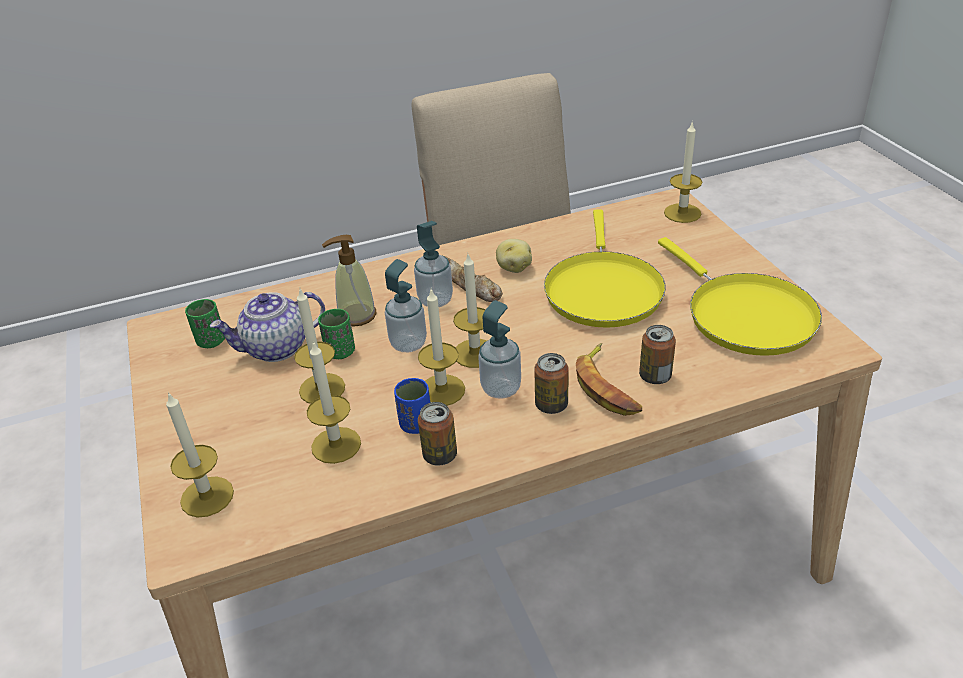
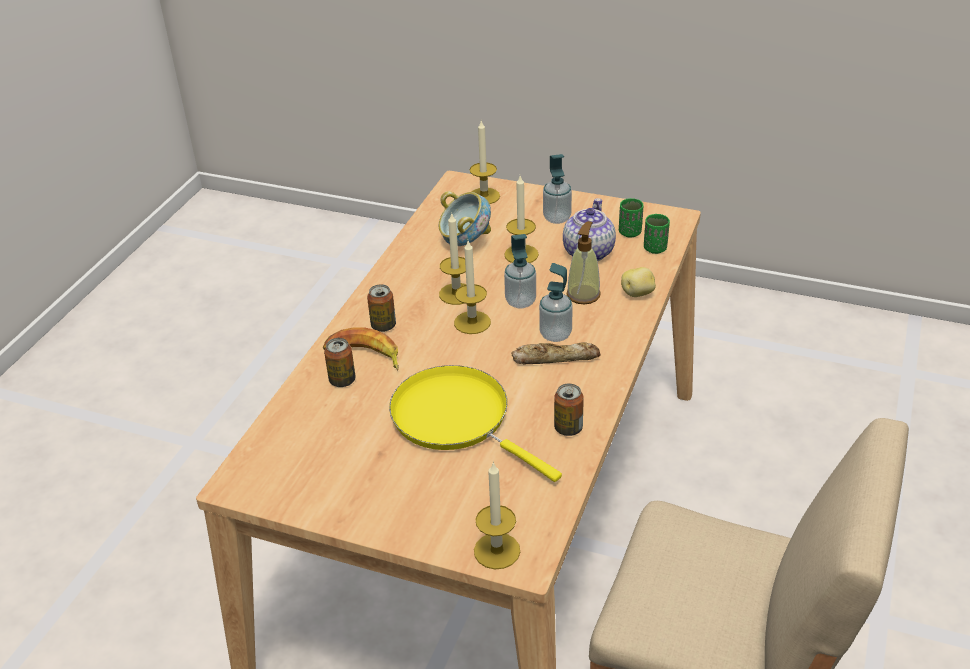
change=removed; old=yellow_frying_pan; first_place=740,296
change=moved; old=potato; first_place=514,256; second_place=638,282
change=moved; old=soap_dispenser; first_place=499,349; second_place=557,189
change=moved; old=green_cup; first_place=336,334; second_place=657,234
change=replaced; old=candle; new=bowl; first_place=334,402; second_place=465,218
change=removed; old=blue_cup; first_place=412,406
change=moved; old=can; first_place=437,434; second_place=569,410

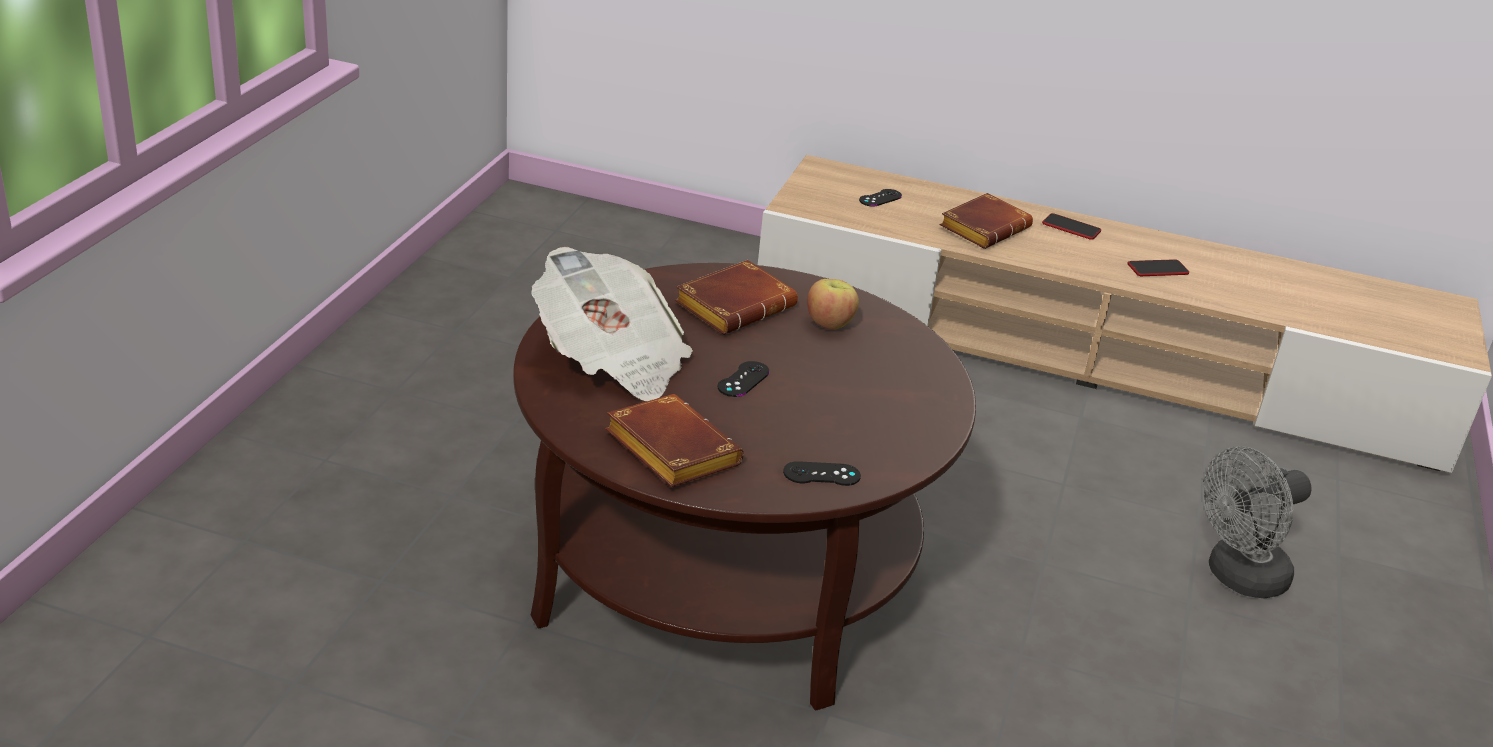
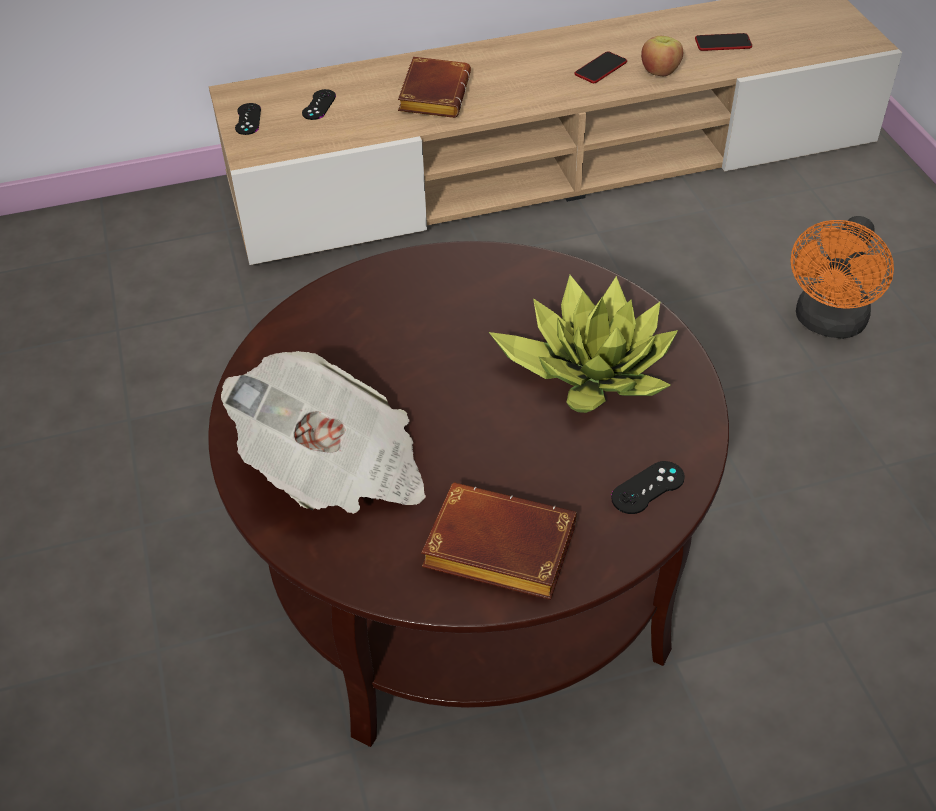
change=moved; old=phone; first_place=1071,226; second_place=723,42
change=removed; old=brown_book; first_place=736,297
change=moved; old=apple; first_place=833,304; second_place=662,56
change=moved; old=black_game_controller; first_place=743,379; second_place=248,119
change=recoloured; old=grey_fan; new=orange_fan; first_place=1257,522; second_place=842,277
change=added; new=potted_plant; second_place=583,344

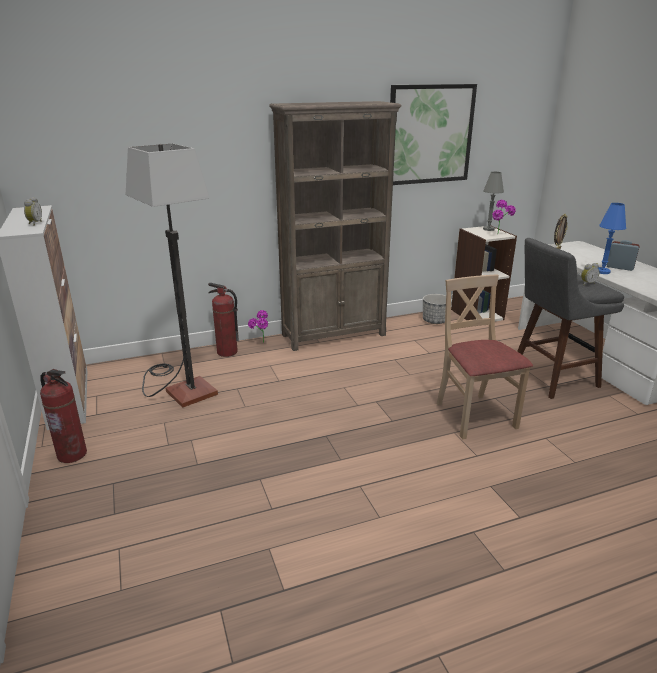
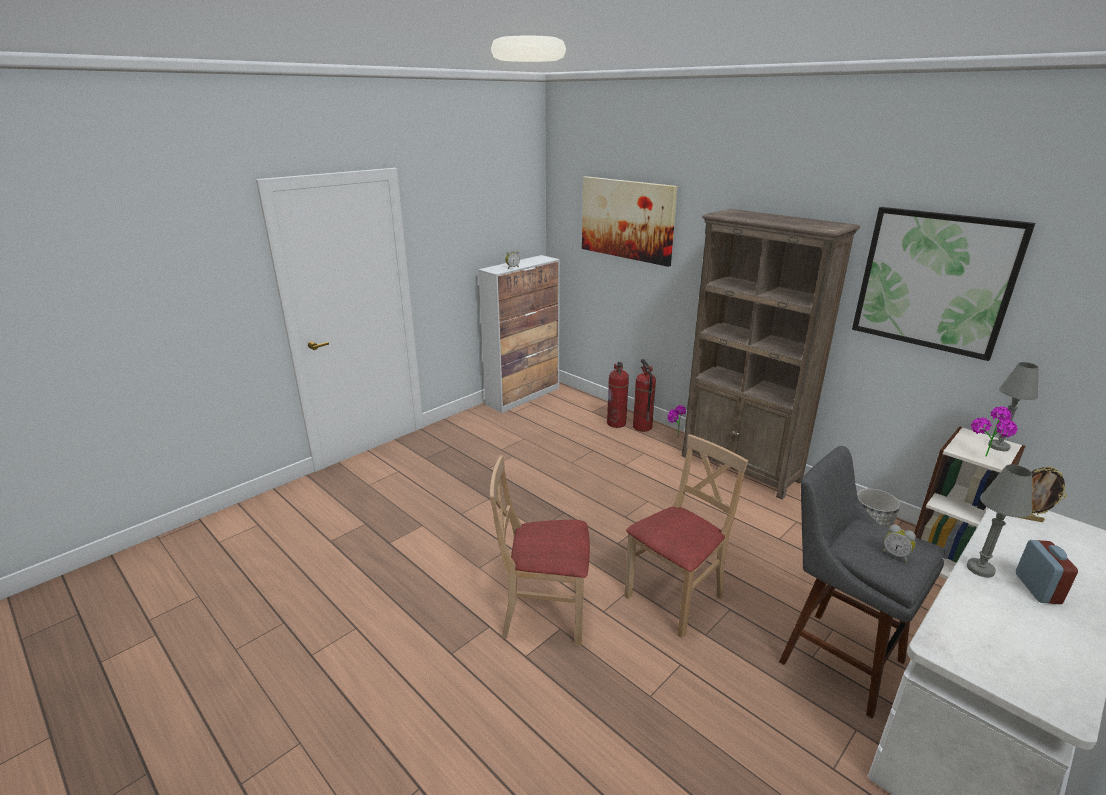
change=removed; old=floor_lamp; first_place=172,275
change=recoloured; old=blue_table_lamp; new=grey_table_lamp; first_place=612,238; second_place=999,521
change=moved; old=fire_extinguisher; first_place=63,416; second_place=618,395
change=added; new=picture; second_place=630,221
change=added; new=beige_chair; second_place=540,550

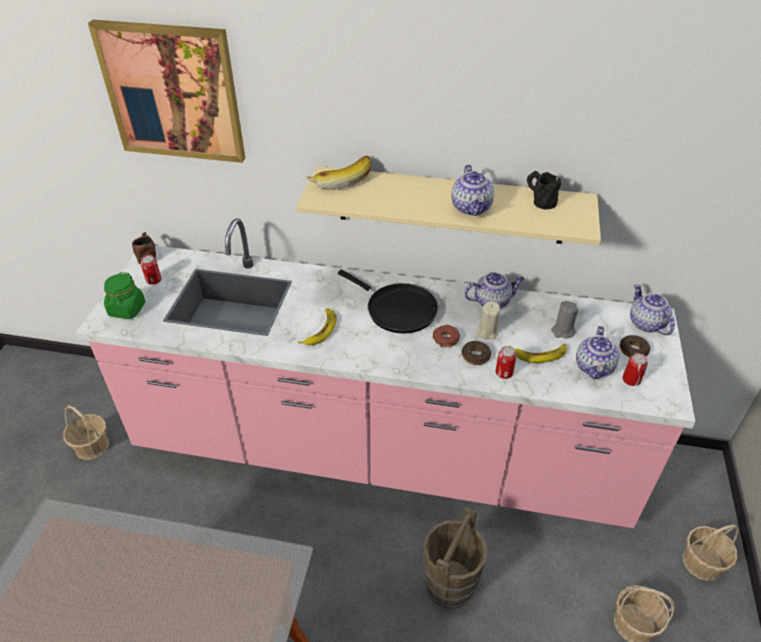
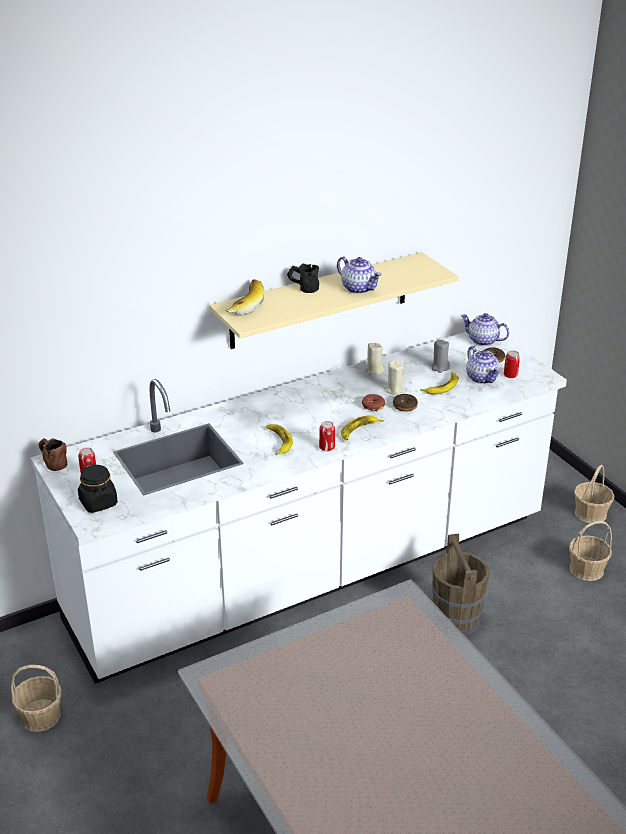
change=removed; old=picture; first_place=166,91
change=moved; old=black_mug; first_place=544,189; second_place=303,278
change=recoloured; old=pink_counter; new=white_counter; first_place=385,373; second_place=298,508
change=removed; old=black_frying_pan; first_place=388,302
change=recoloured; old=green_jar; new=black_jar; first_place=124,295; second_place=98,488
change=replaced; old=teapot; new=beige_candle; first_place=494,290; second_place=374,359
change=moved; old=can; first_place=506,362; second_place=327,436
change=added; new=banana; second_place=362,428

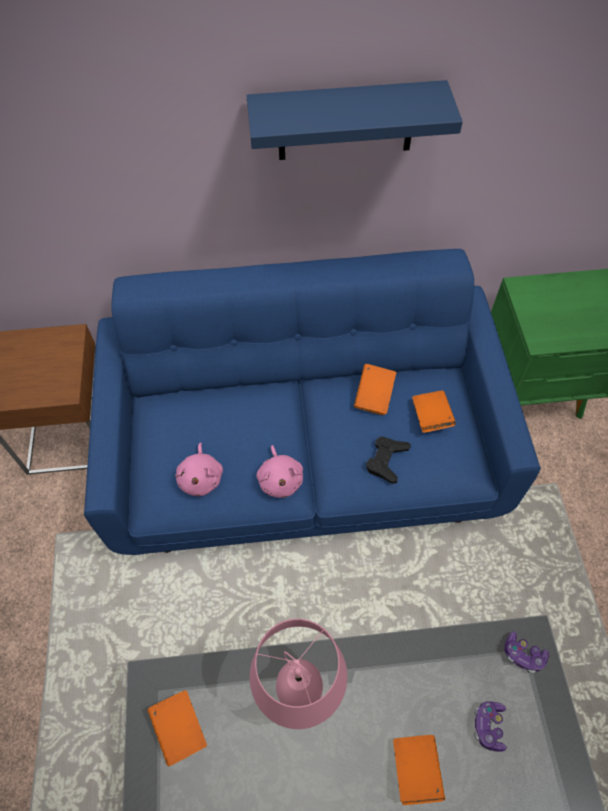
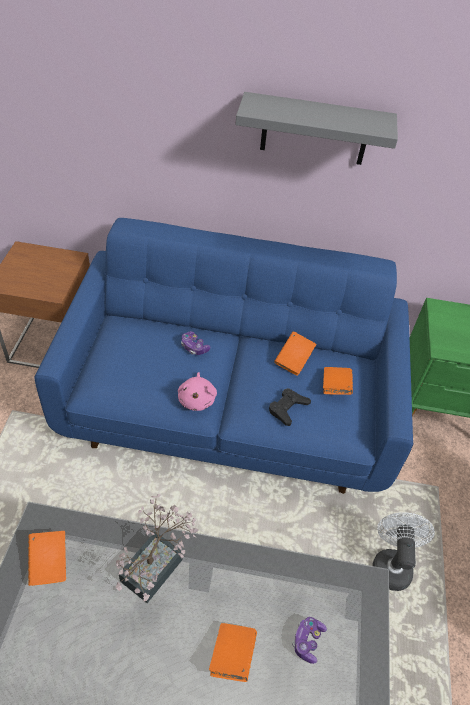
change=recoloured; old=blue_shelf; new=grey_shelf; first_place=355,120; second_place=316,128
change=removed; old=pink_plush_toy; first_place=199,469
change=replaced; old=pink_table_lamp; new=potted_plant; first_place=298,674; second_place=157,548
change=moved; old=game_controller; first_place=526,652; second_place=195,343
change=added; new=white_fan; second_place=403,551

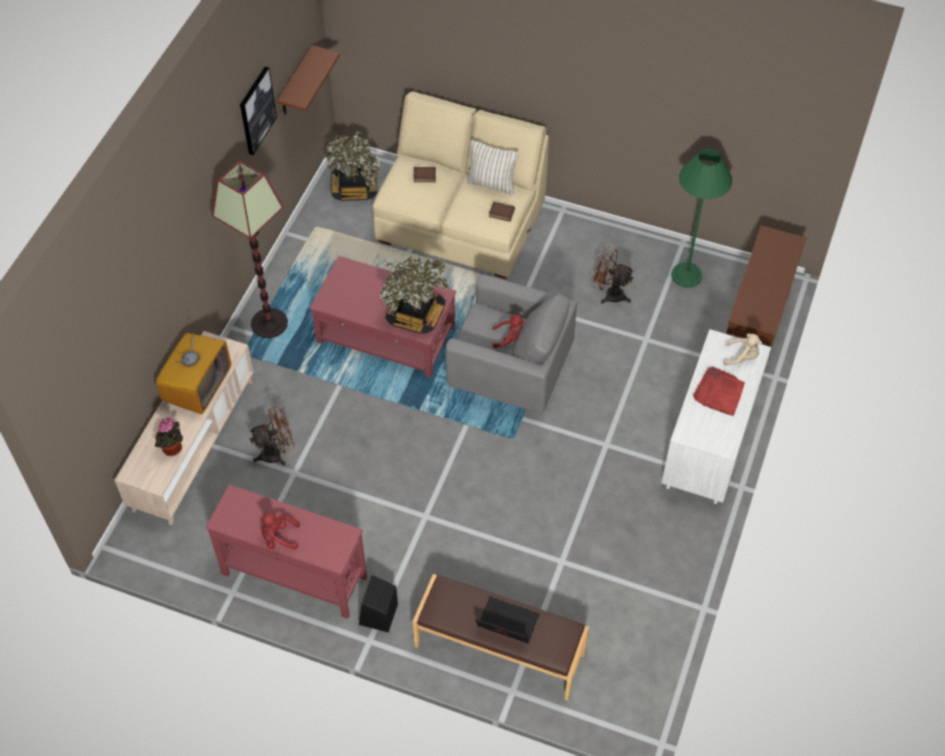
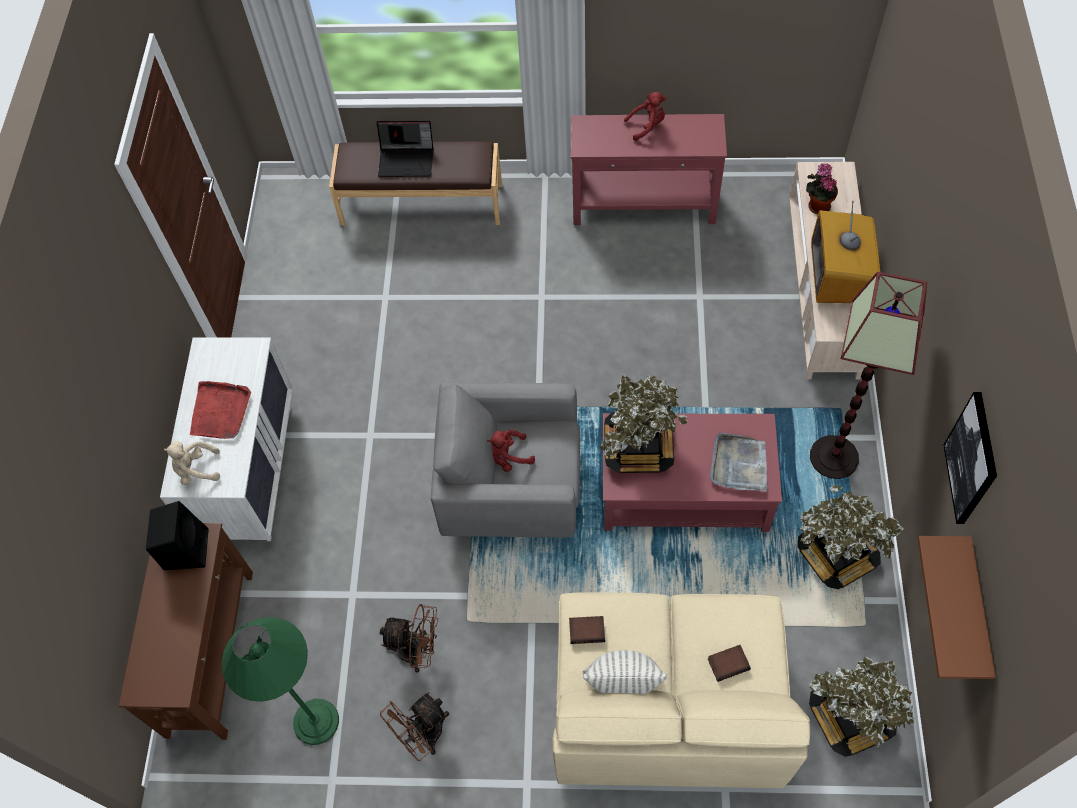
change=moved; old=brown_fan; first_place=272,435; second_place=414,726
change=moved; old=black_speaker; first_place=378,603; second_place=177,535
change=added; new=grey_tray; second_place=738,462
change=added; new=potted_plant; second_place=851,537

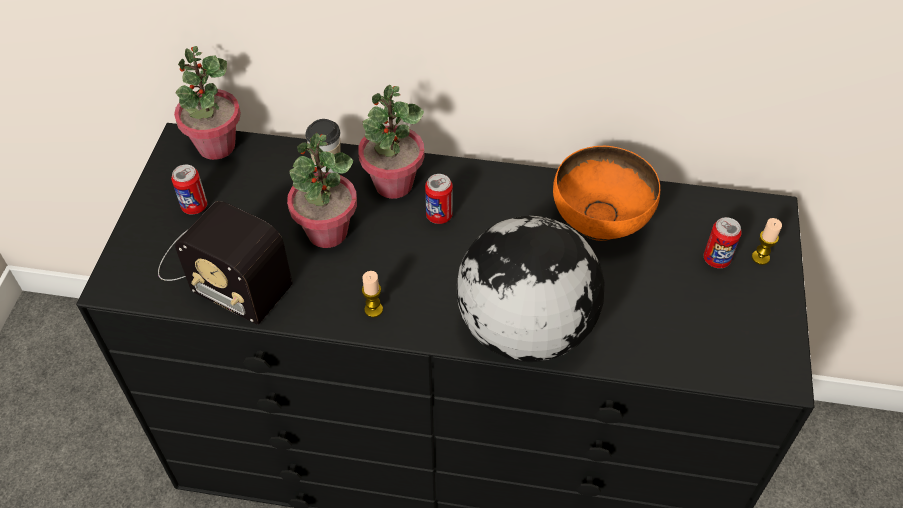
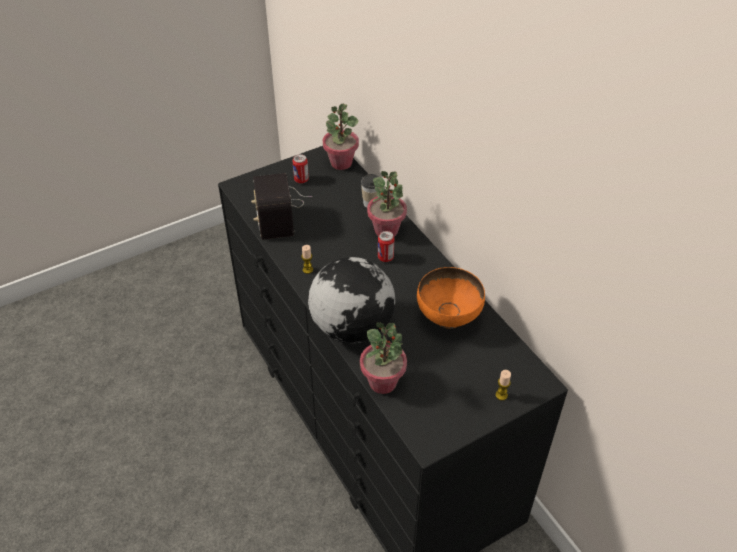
change=moved; old=potted_plant; first_place=322,190; second_place=383,358
change=removed; old=can; first_place=723,242

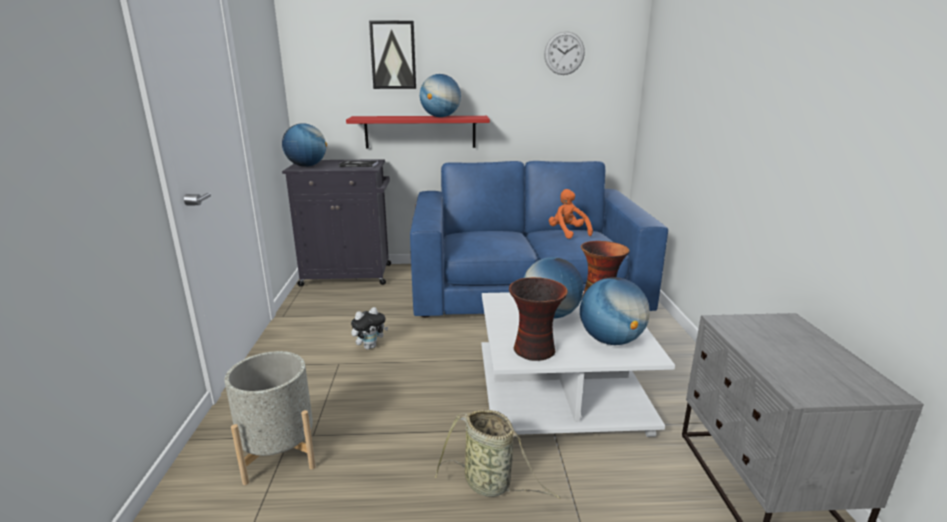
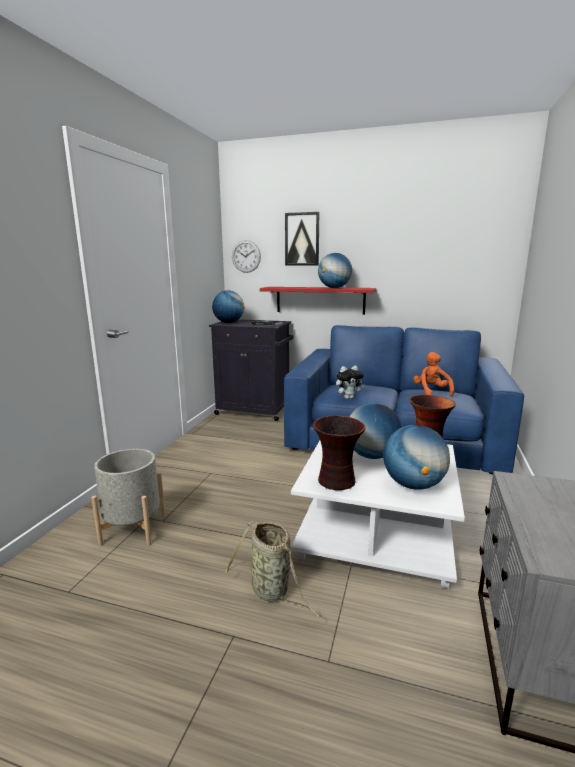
change=moved; old=wall_clock; first_place=564,53; second_place=246,256
change=moved; old=plush_toy; first_place=369,328; second_place=350,382

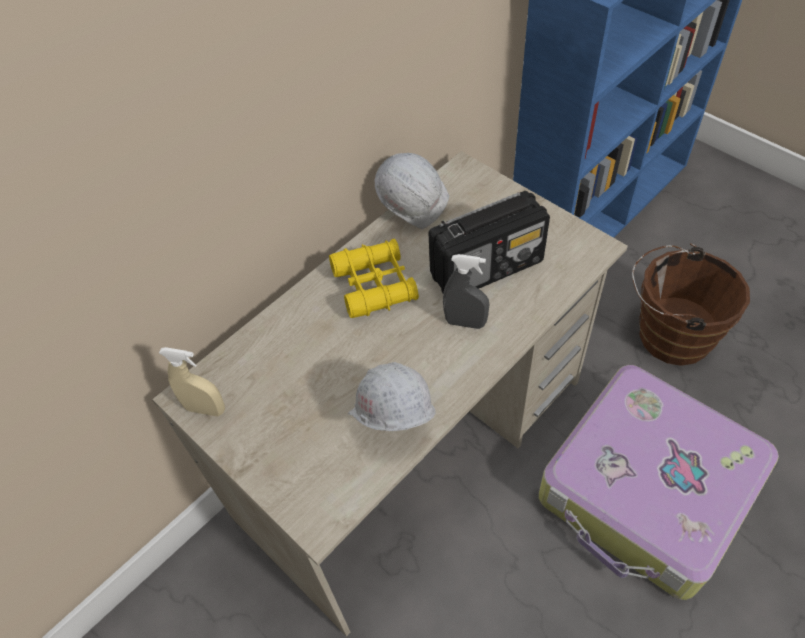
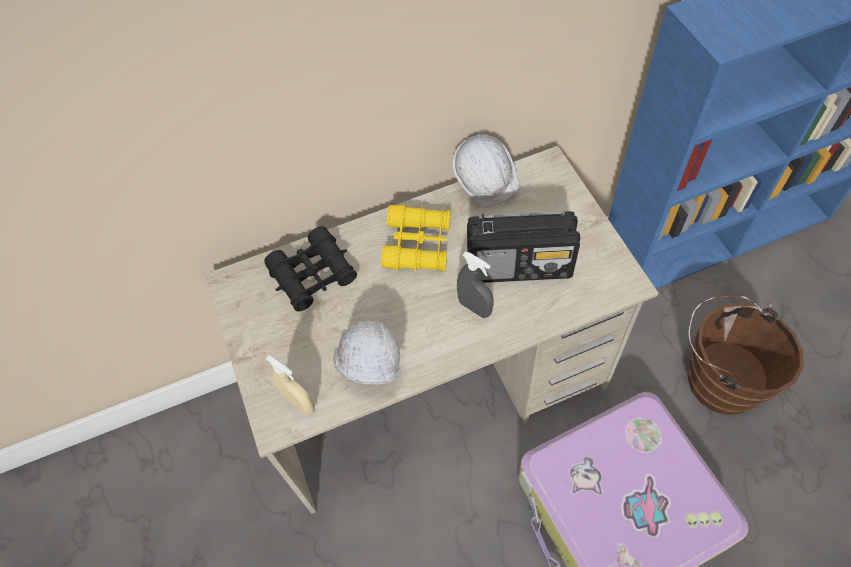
change=moved; old=beige_spray_bottle; first_place=192,381; second_place=290,385
change=added; new=black_binoculars; second_place=310,269

